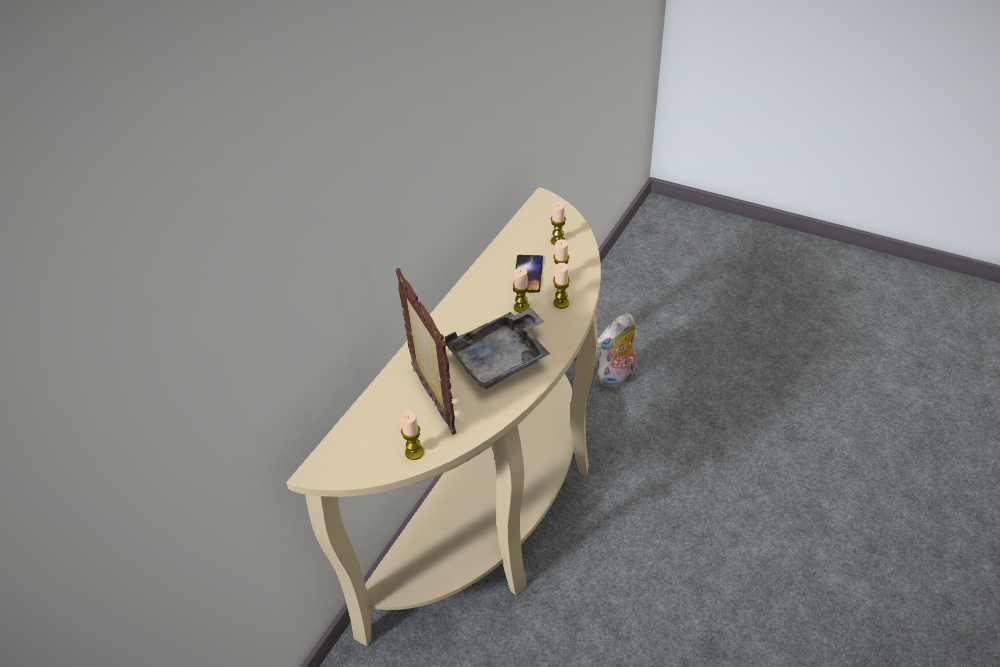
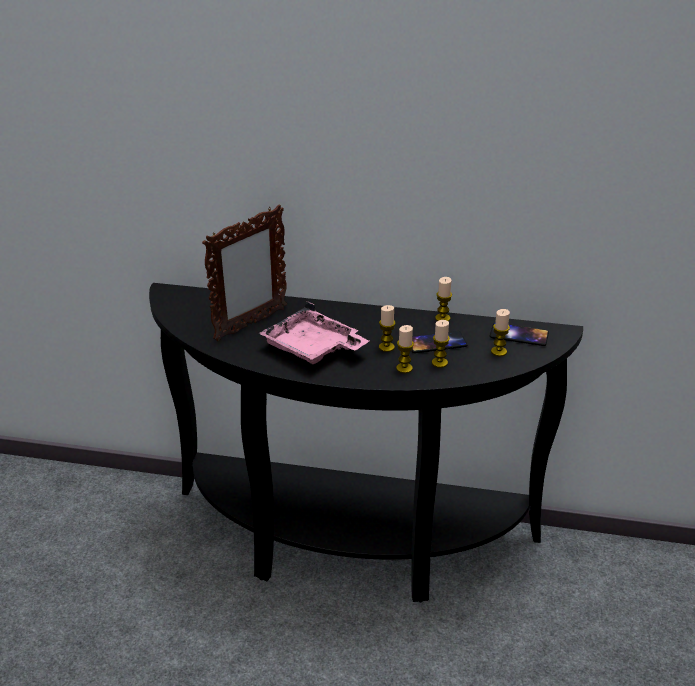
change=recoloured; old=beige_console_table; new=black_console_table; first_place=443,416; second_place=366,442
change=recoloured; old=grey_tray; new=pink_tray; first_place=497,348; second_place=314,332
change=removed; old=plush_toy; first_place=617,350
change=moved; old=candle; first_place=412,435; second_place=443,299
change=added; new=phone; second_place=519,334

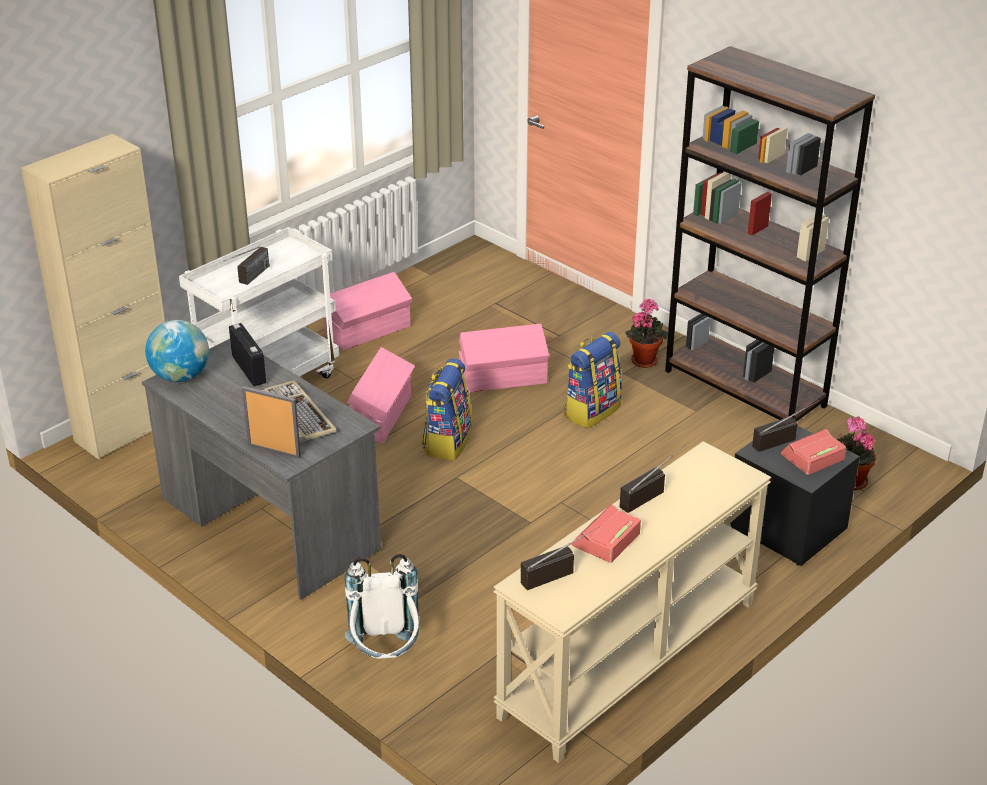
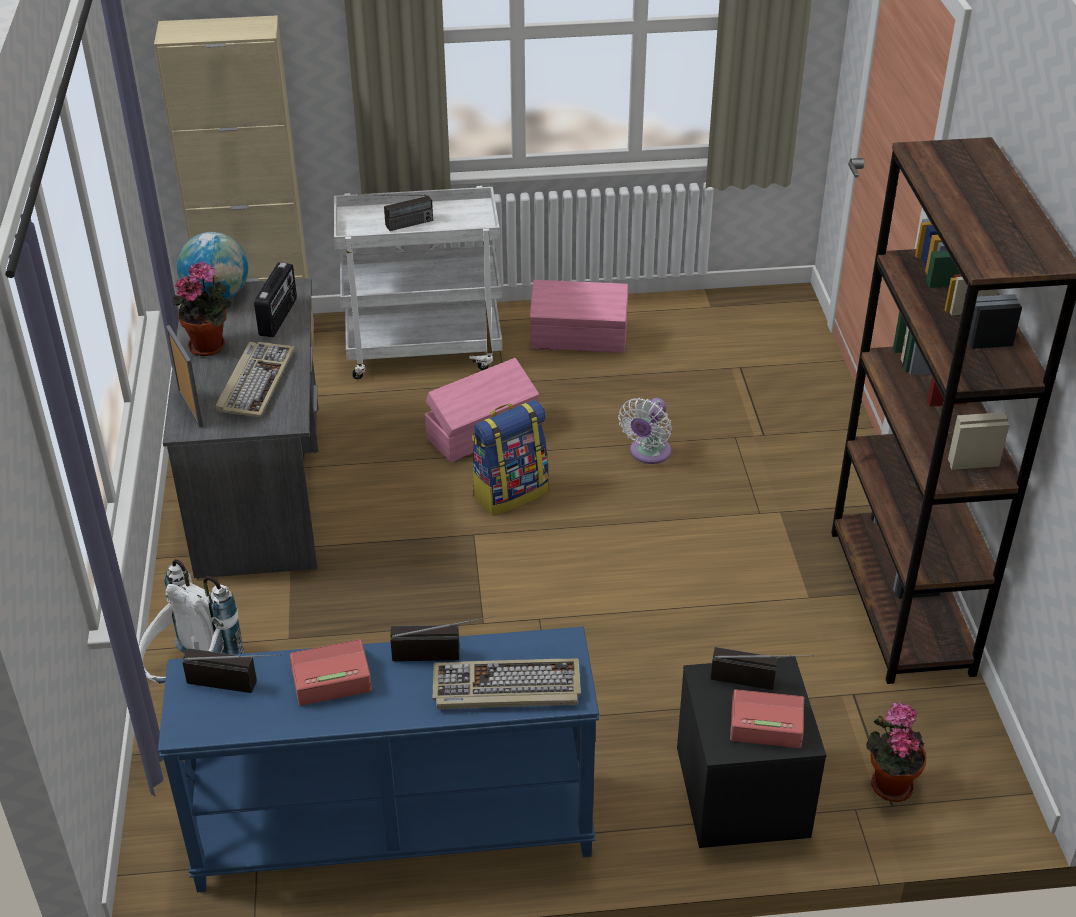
change=moved; old=potted_plant; first_place=646,333; second_place=201,308
change=replaced; old=pink_storage_box; new=white_fan; first_place=504,358; second_place=645,431
change=removed; old=backpack; first_place=593,380
change=recoloured; old=beige_console_table; new=blue_console_table; first_place=632,602; second_place=378,759
change=added; new=keyboard; second_place=507,683

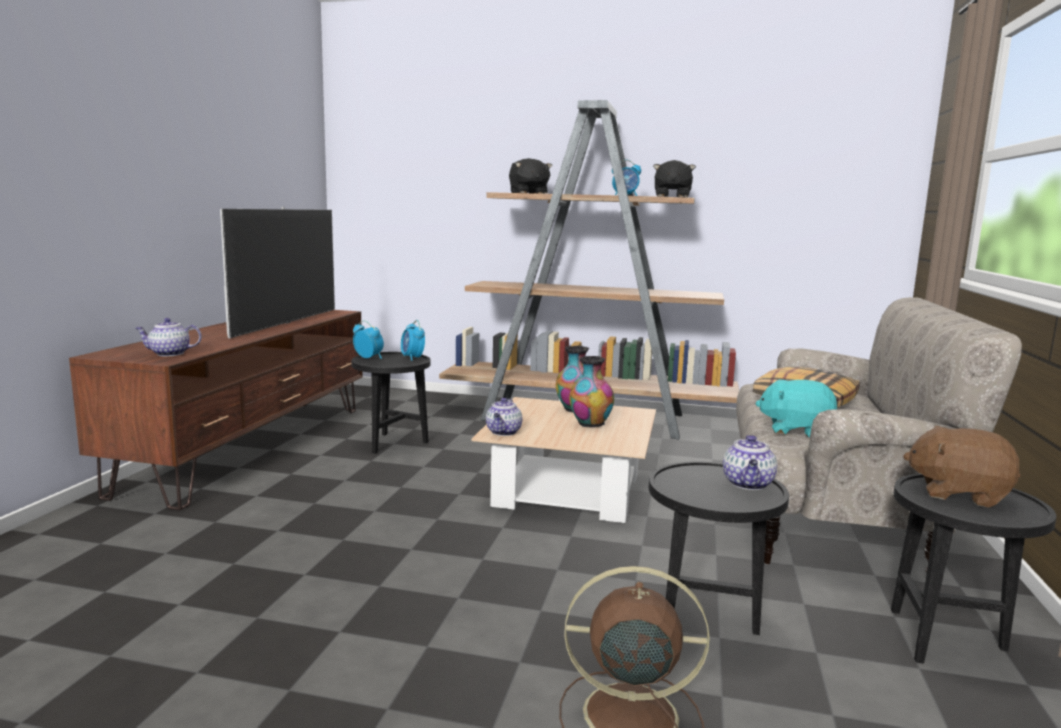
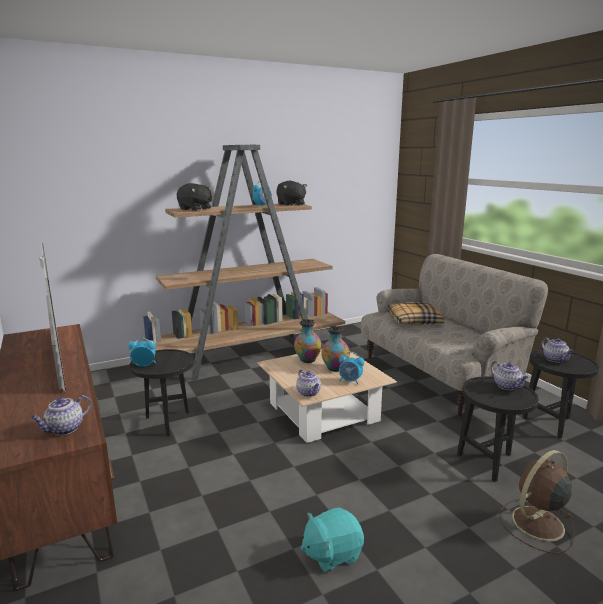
change=moved; old=alarm_clock; first_place=413,340; second_place=351,368
change=moved; old=turquoise_plush_toy; first_place=796,408; second_place=332,540
change=replaced; old=brown_plush_toy; new=teapot; first_place=961,467; second_place=557,350

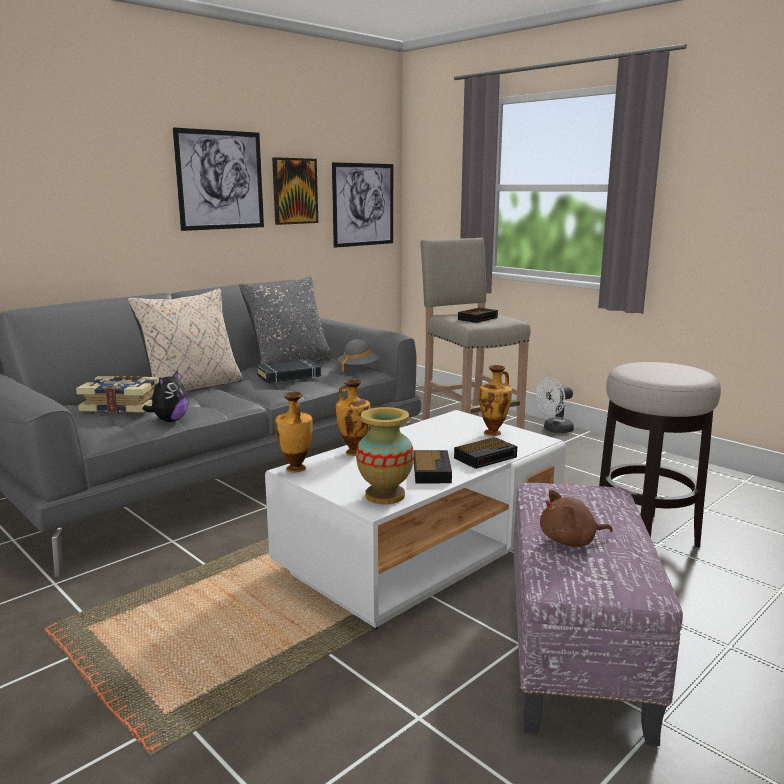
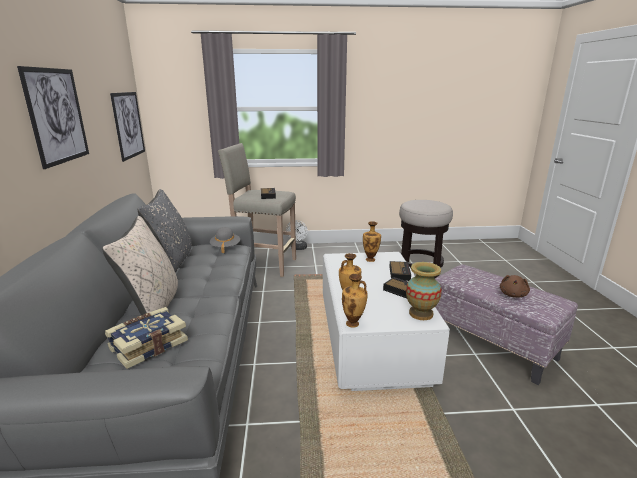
change=removed; old=picture; first_place=295,191
change=removed; old=black_book; first_place=288,371
change=removed; old=plush_toy; first_place=166,396

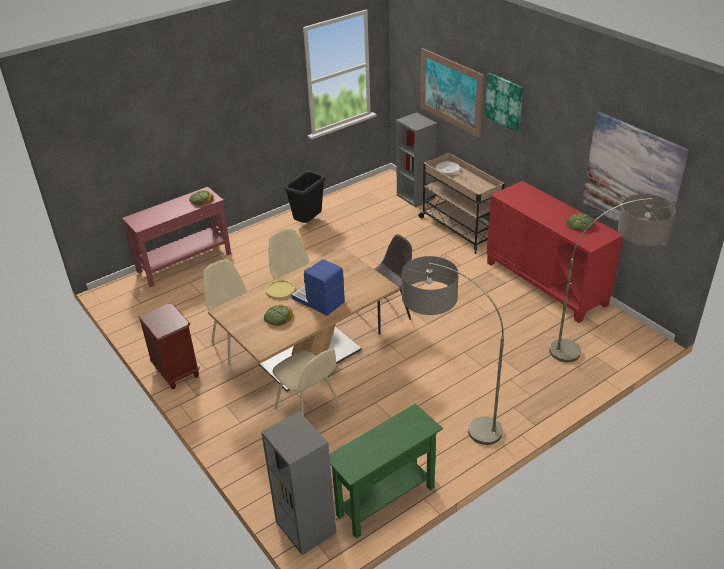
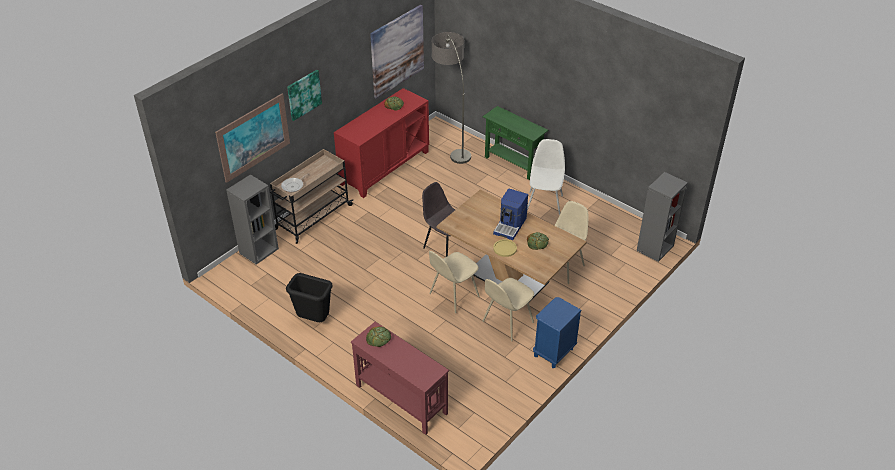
change=replaced; old=floor_lamp; new=white_chair; first_place=453,350; second_place=546,177
change=recoloured; old=brown_nightstand; new=blue_nightstand; first_place=169,346; second_place=557,332
change=moved; old=green_console_table; first_place=386,471; second_place=515,143

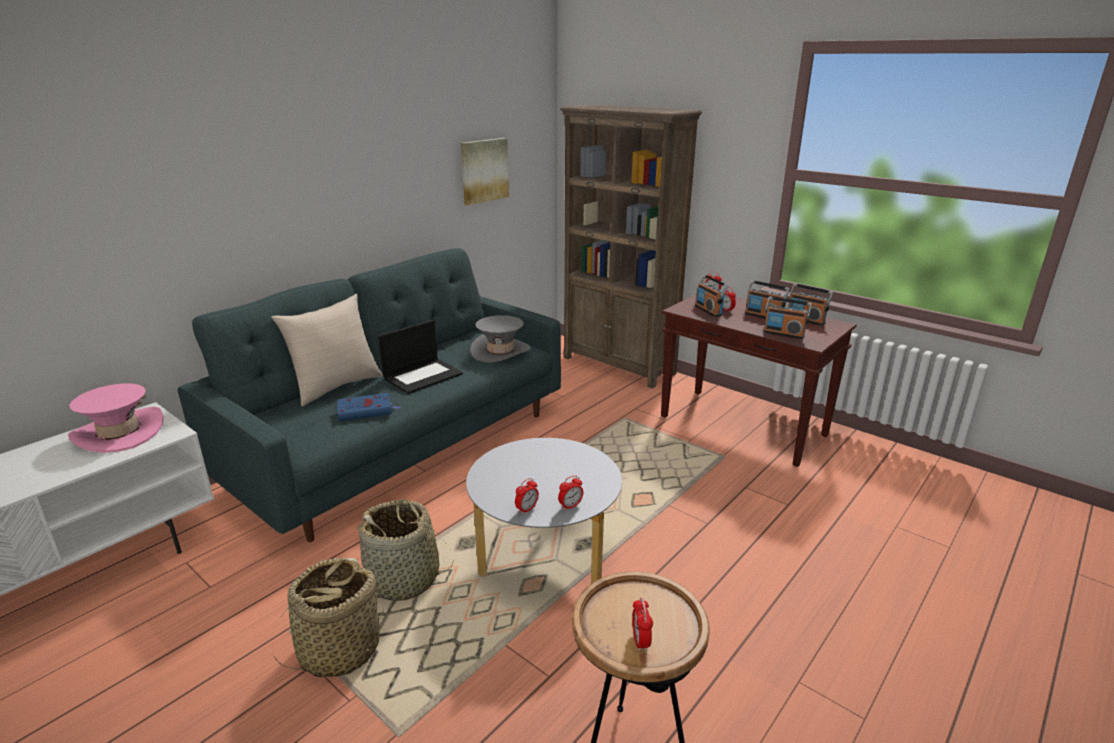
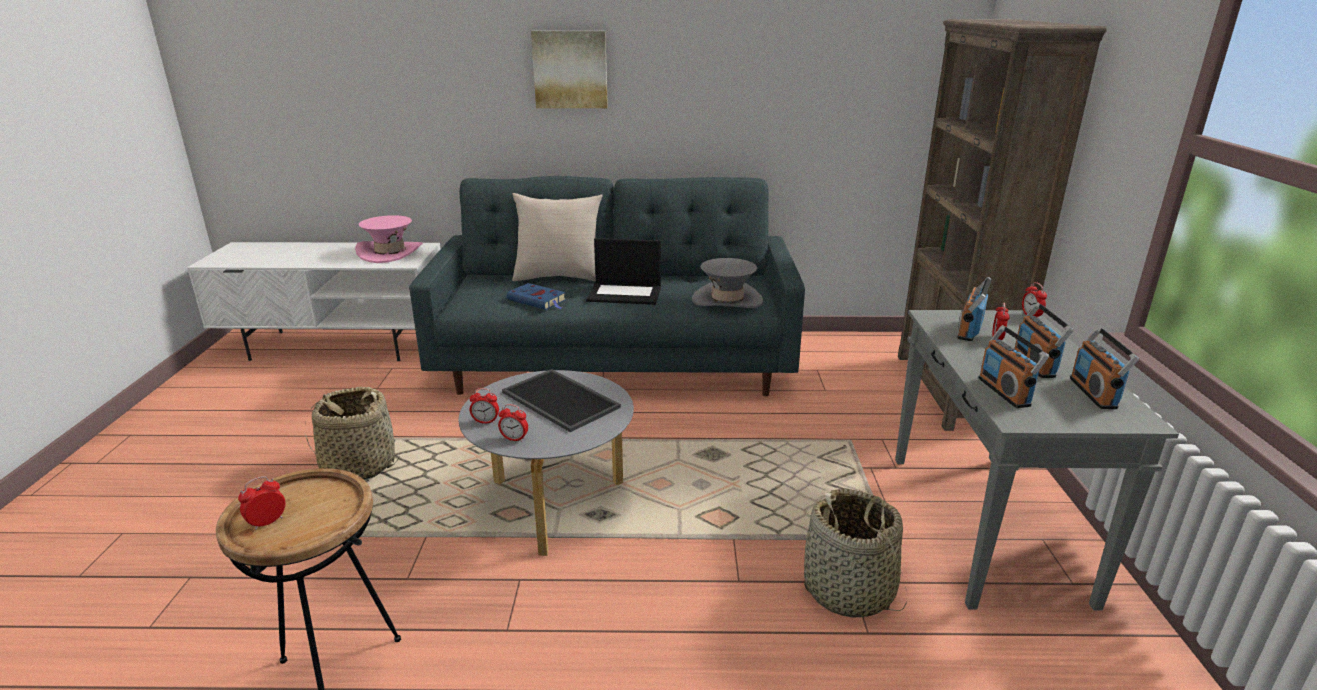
change=moved; old=picture; first_place=485,171; second_place=569,69
change=recoloured; old=brown_console_table; new=grey_console_table; first_place=759,381; second_place=1037,460
change=moved; old=basket; first_place=405,550; second_place=855,553
change=added; new=tray; second_place=561,400

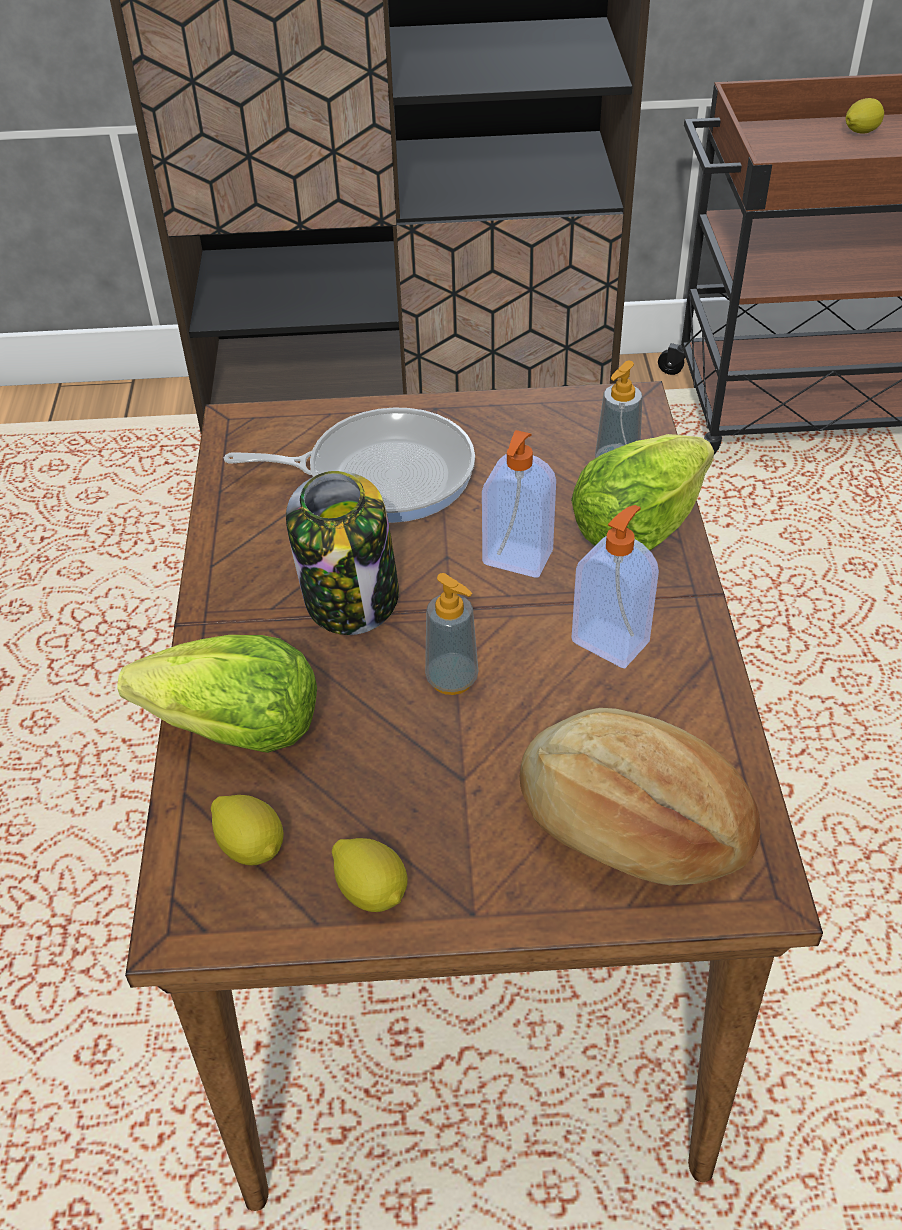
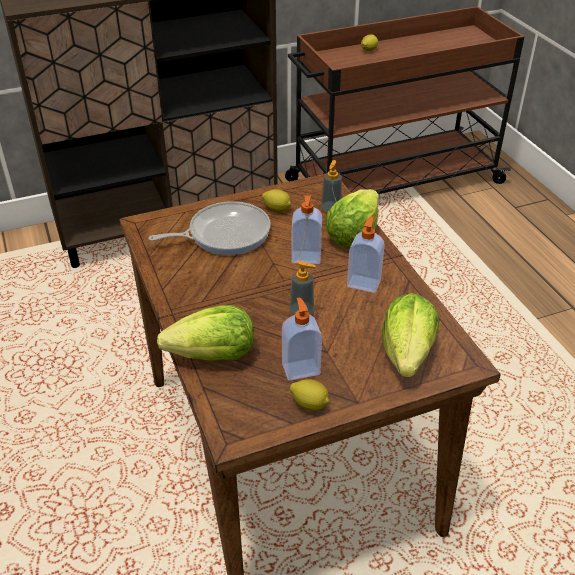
change=removed; old=jar; first_place=342,553
change=replaced; old=bread; new=lettuce; first_place=640,796; second_place=410,335
change=moved; old=lemon; first_place=247,830; second_place=276,200
change=added; new=soap_dispenser; second_place=302,339

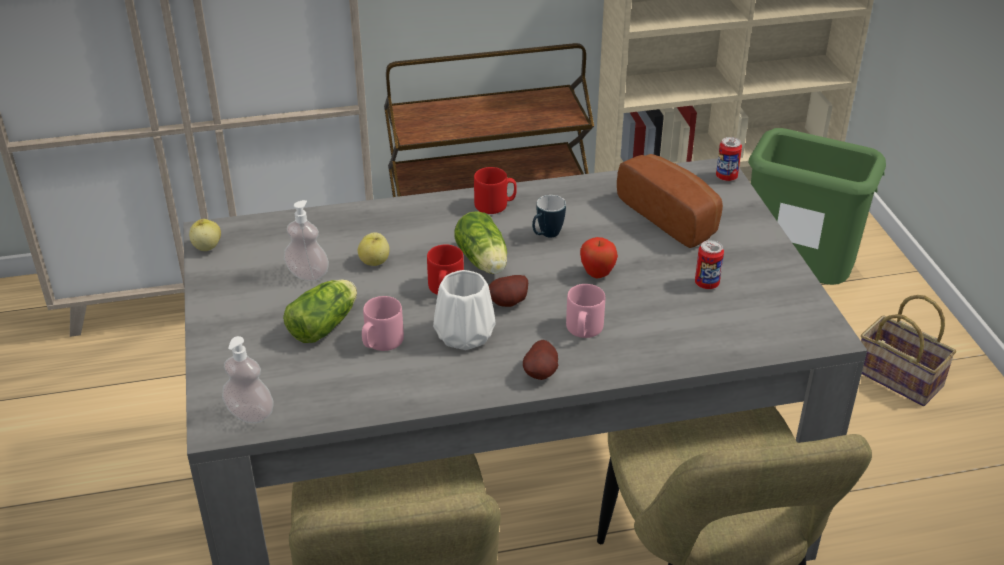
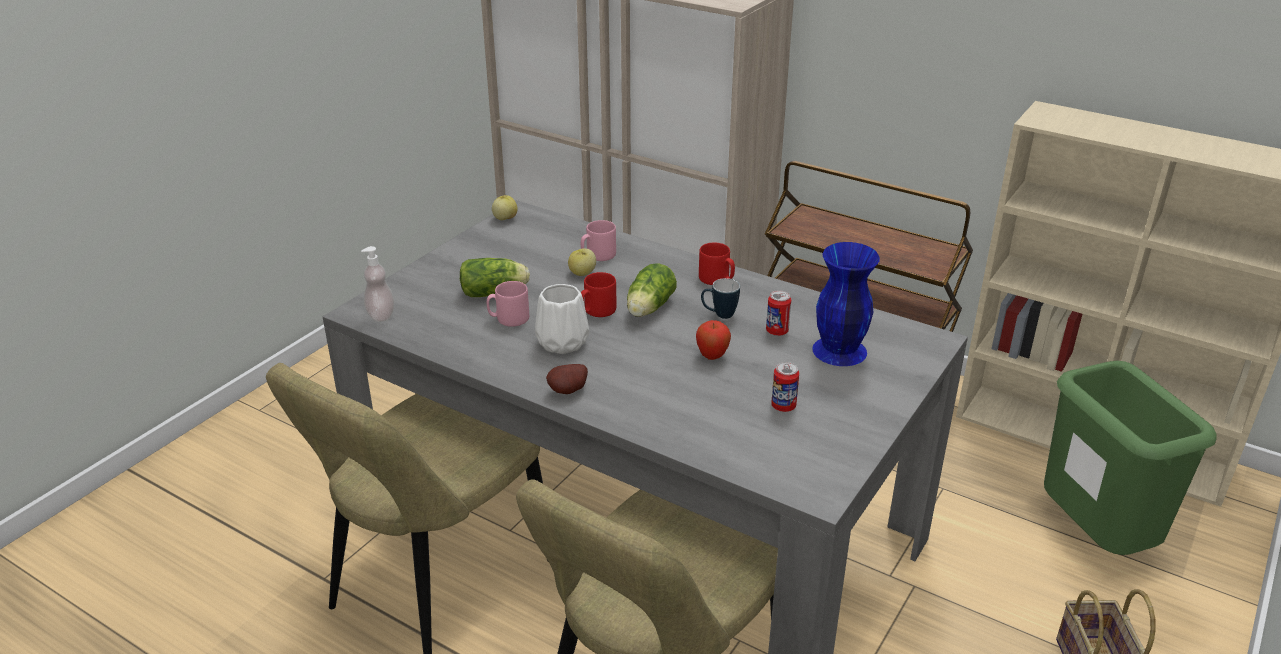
change=moved; old=can; first_place=729,159; second_place=778,313
change=replaced; old=bread; new=blue_vase; first_place=670,201; second_place=846,304
change=removed; old=soap_dispenser; first_place=306,240
change=removed; old=potato; first_place=508,291
change=moved; old=pink_mug; first_place=585,311; second_place=598,240

